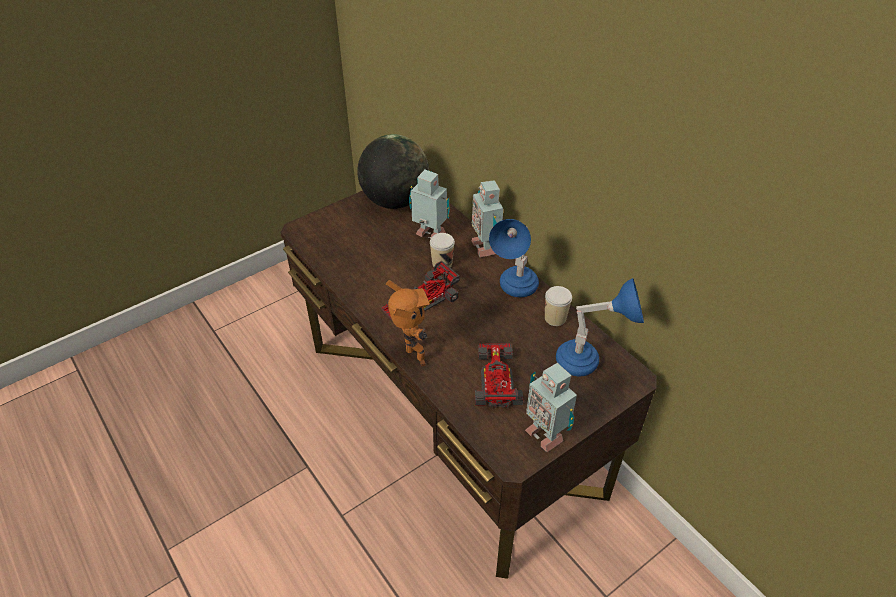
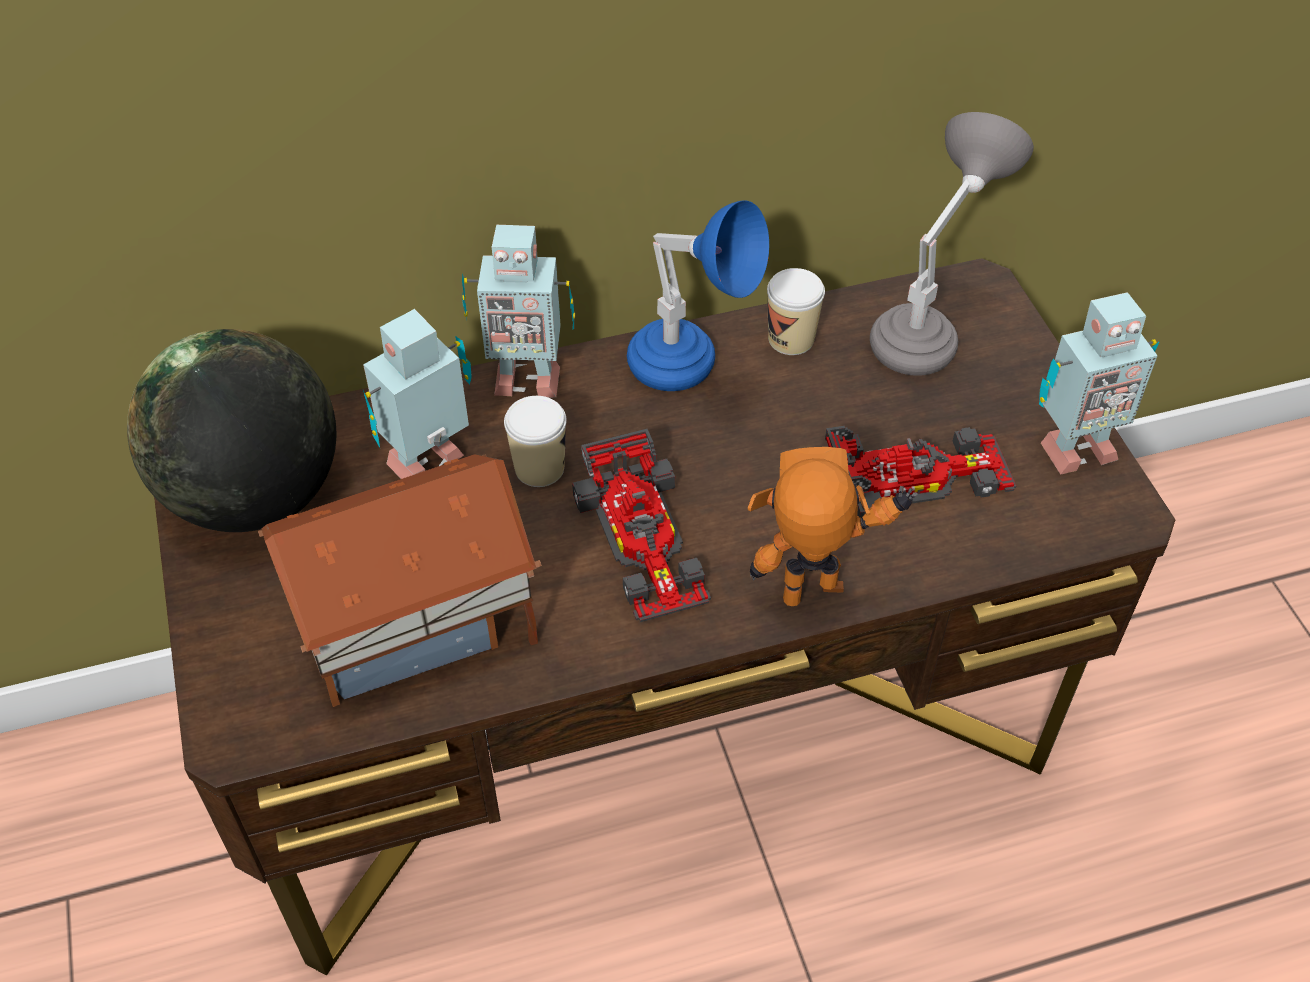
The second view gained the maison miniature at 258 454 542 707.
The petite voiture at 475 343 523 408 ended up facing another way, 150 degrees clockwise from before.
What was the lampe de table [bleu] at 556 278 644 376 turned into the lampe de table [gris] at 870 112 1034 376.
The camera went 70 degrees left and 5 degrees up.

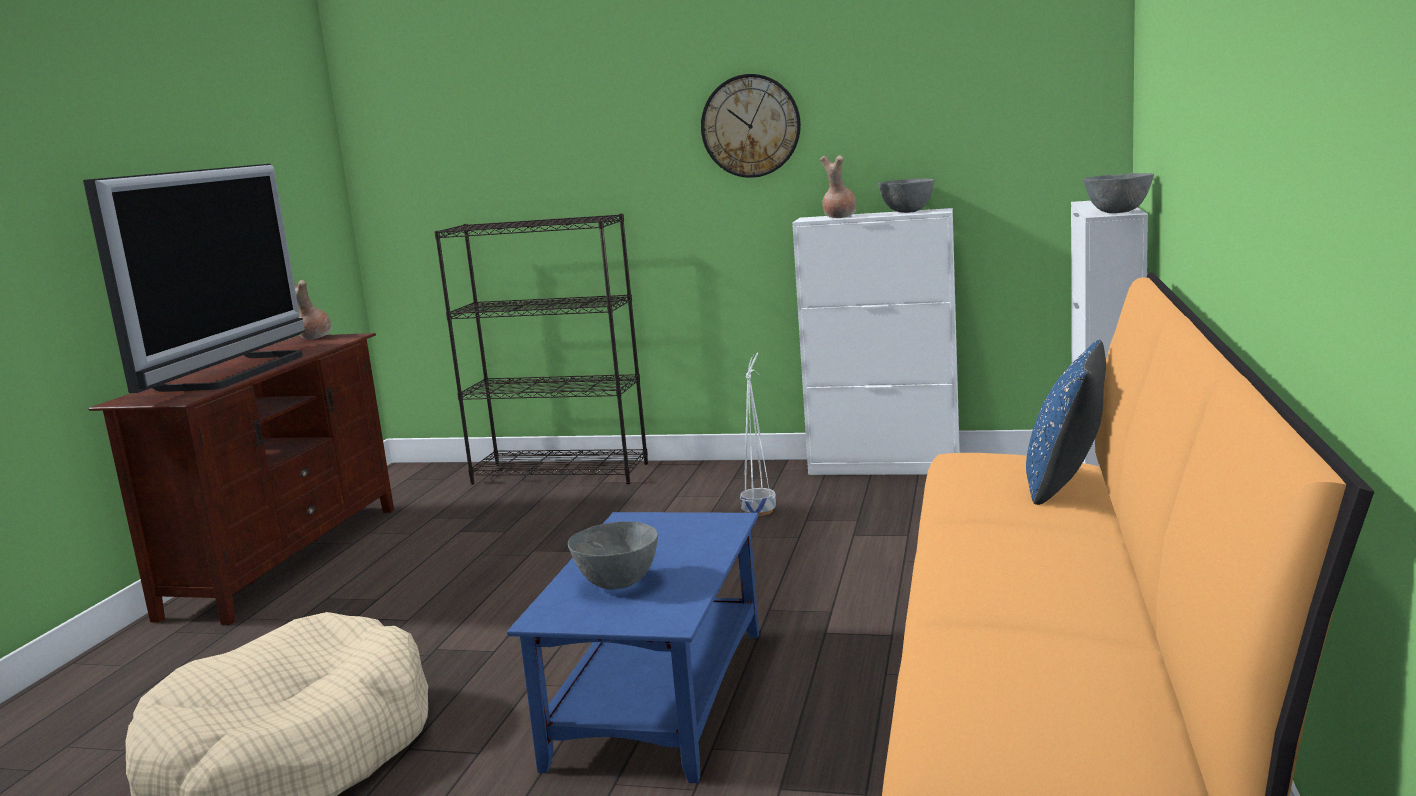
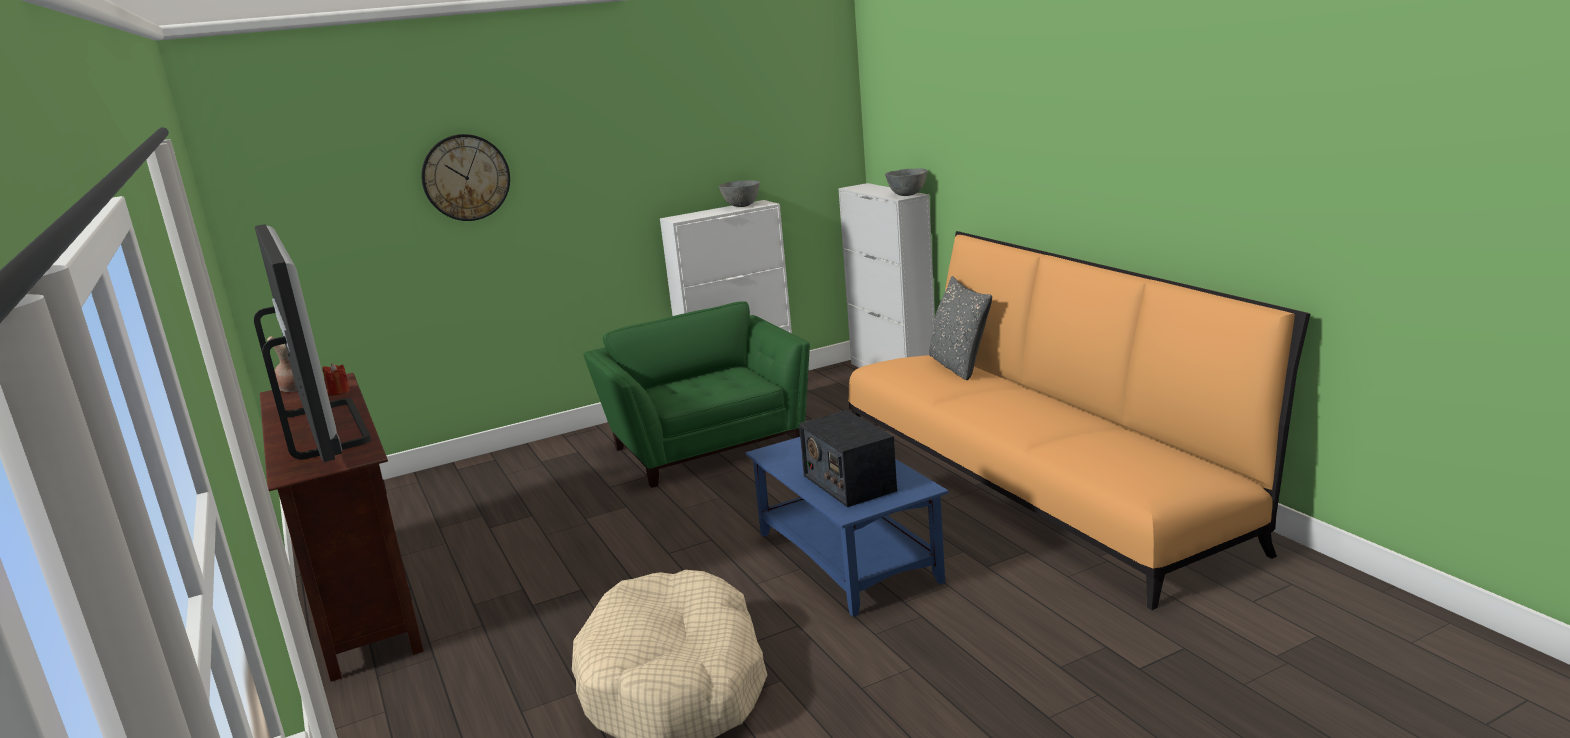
The second view gained the bougie [rouge] at 322 363 350 395.
The horloge murale ended up elsewhere, having gone from 701 74 801 178 to 421 134 510 221.
Where the cache-pot [blanc] stood at 740 353 776 516, the fauteuil [vert] came to stand at 583 301 810 488.
Where the bol [gris] stood at 568 522 658 590, the radio came to stand at 799 410 897 507.
What was the coussin [bleu] at 1026 340 1106 505 turned into the coussin [gris] at 929 276 992 380.
The second view lost the bibliothèque [noir] at 434 214 648 485.
The second view lost the vase [marron] at 820 155 856 218.
The camera went 40 degrees left and 5 degrees up.

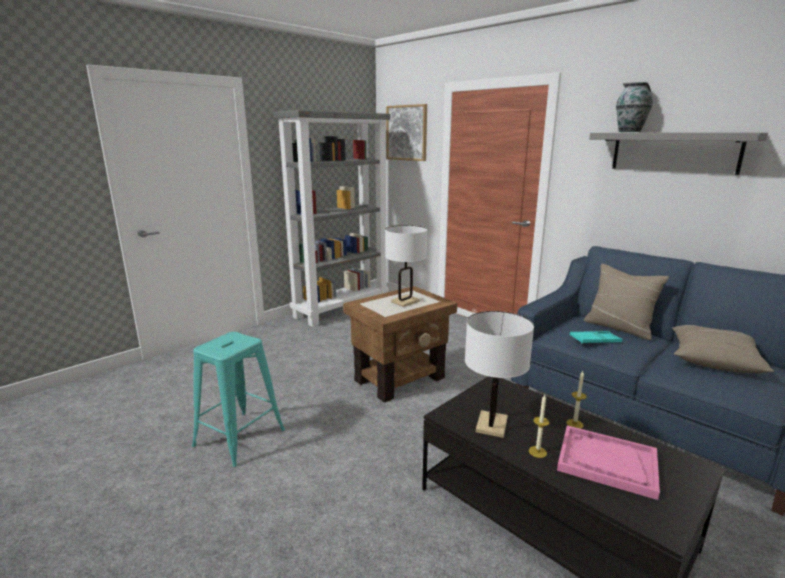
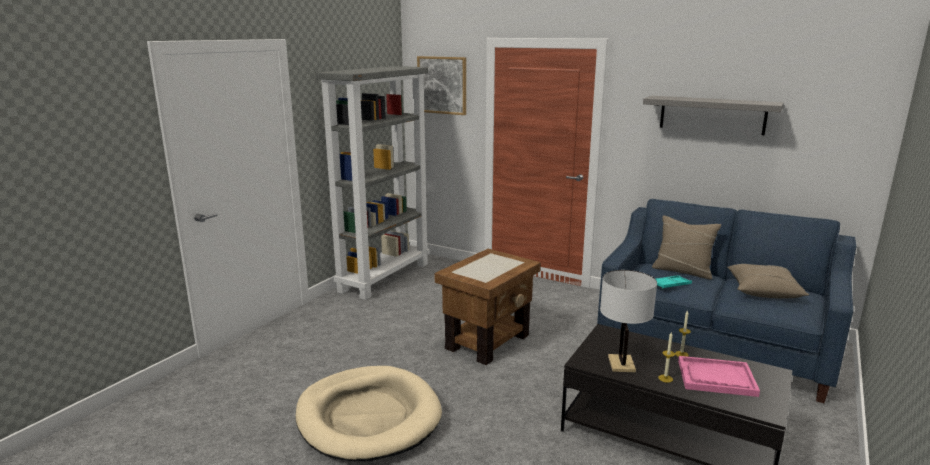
Where the tabouret [turquoise] stood at 192 332 285 467, the panier pour chien [beige] came to stand at 295 366 442 461.
The second view lost the lampe de table [blanc] at 385 225 427 307.
The second view lost the vase at 616 82 653 132.
The camera went 15 degrees left and 0 degrees up.

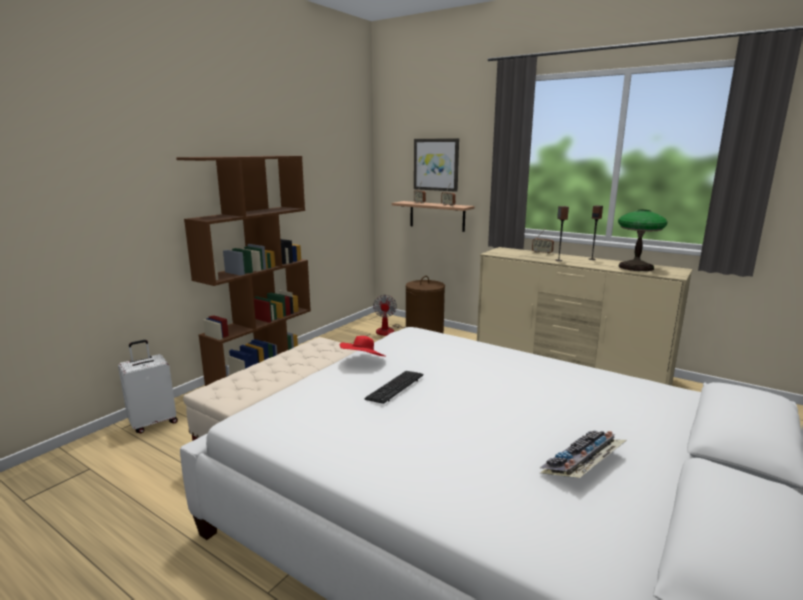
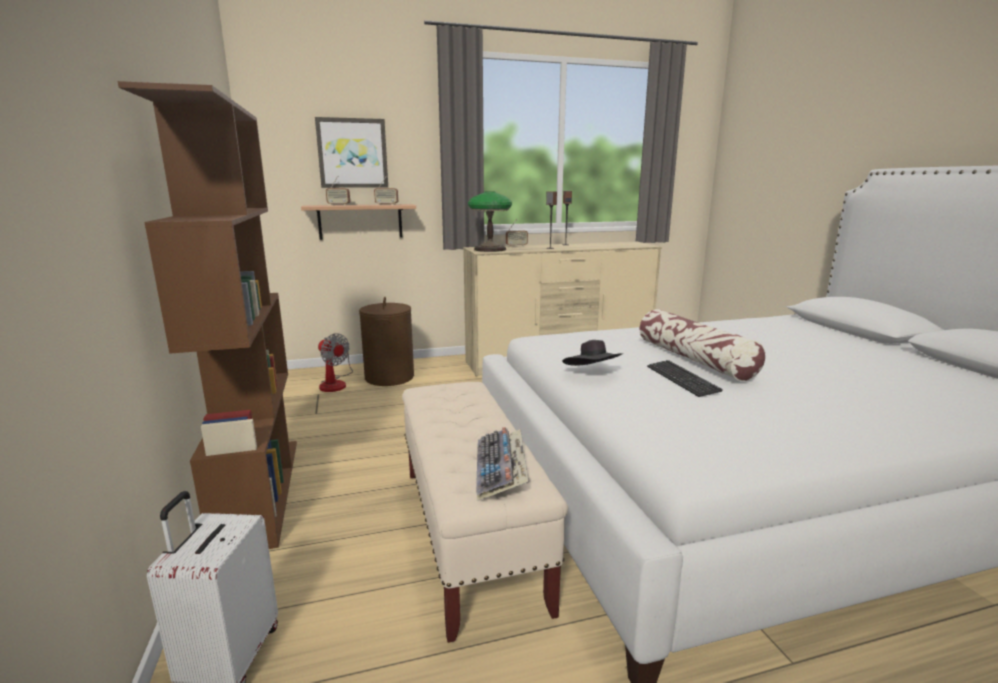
The lampe de table ended up elsewhere, having gone from 618 210 667 271 to 468 192 512 252.
The clavier ended up elsewhere, having gone from 540 431 627 478 to 476 427 528 501.
What was the chapeau [rouge] at 340 336 385 356 turned into the chapeau [noir] at 562 340 623 366.
The second view gained the coussin at 640 309 765 381.
The camera went 50 degrees left and 0 degrees up.

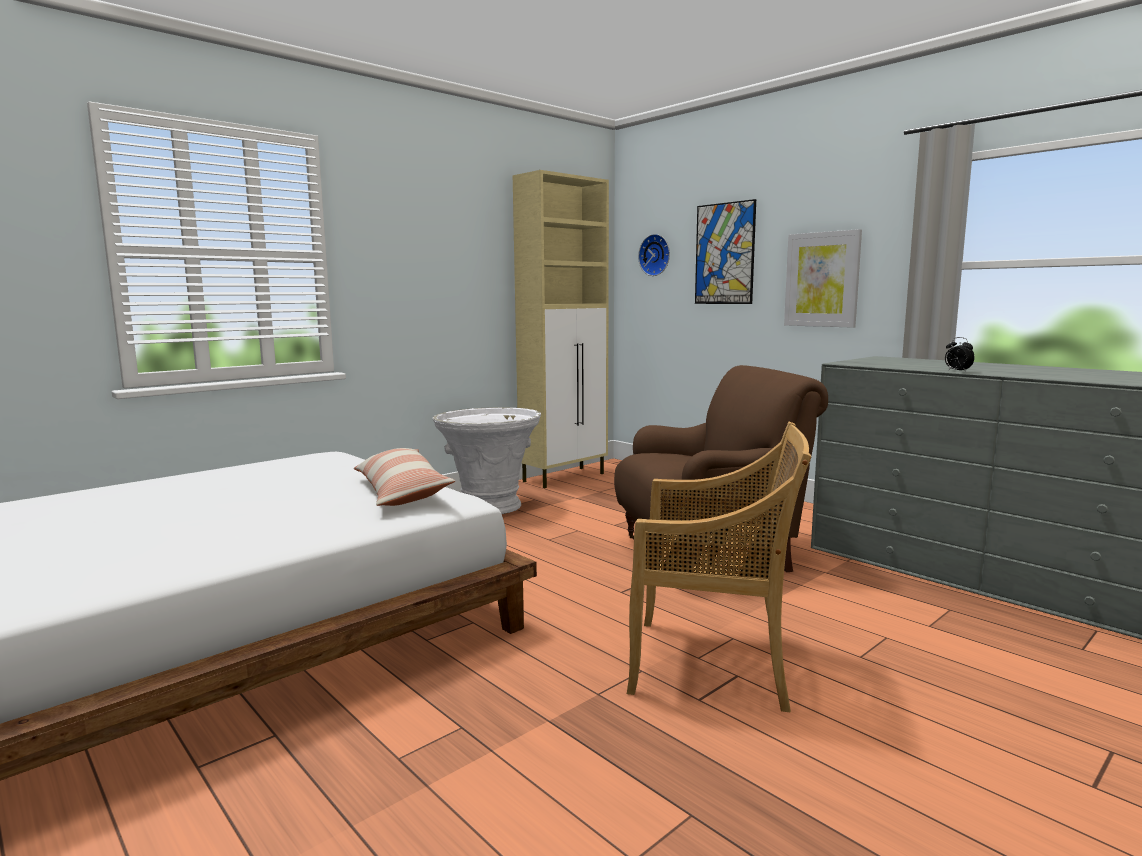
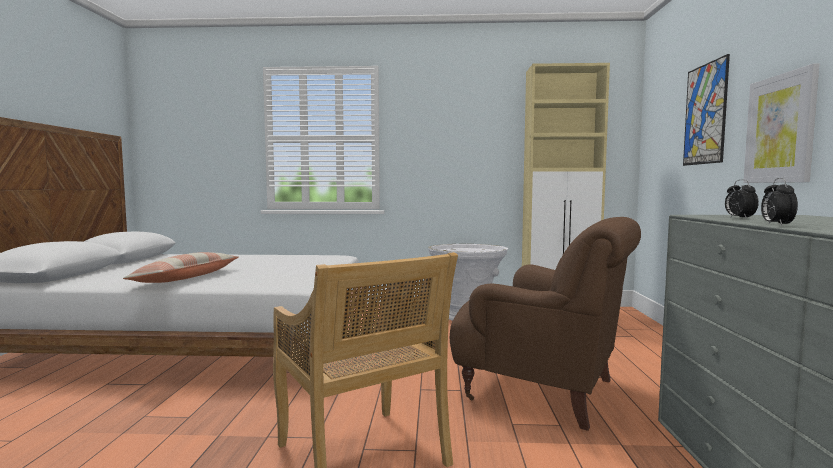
The coussin ended up elsewhere, having gone from 354 448 455 506 to 123 252 238 283.
The second view gained the réveil at 725 180 759 219.
The second view lost the horloge murale at 638 234 670 276.
The camera went 45 degrees right and 5 degrees down.

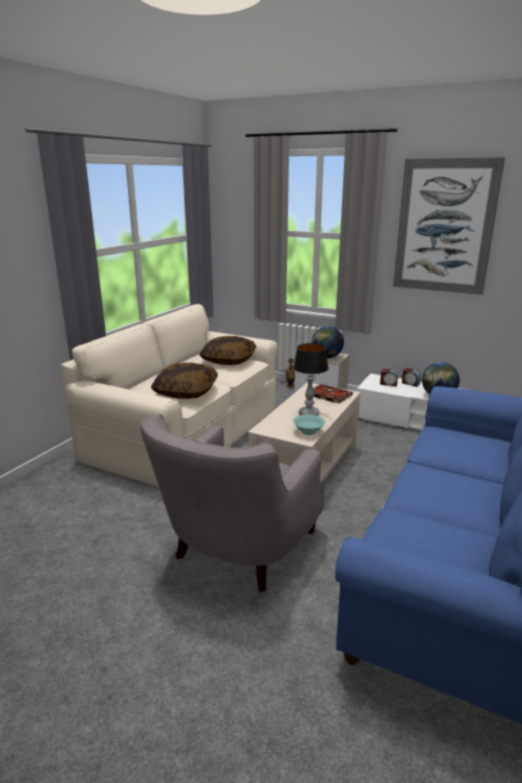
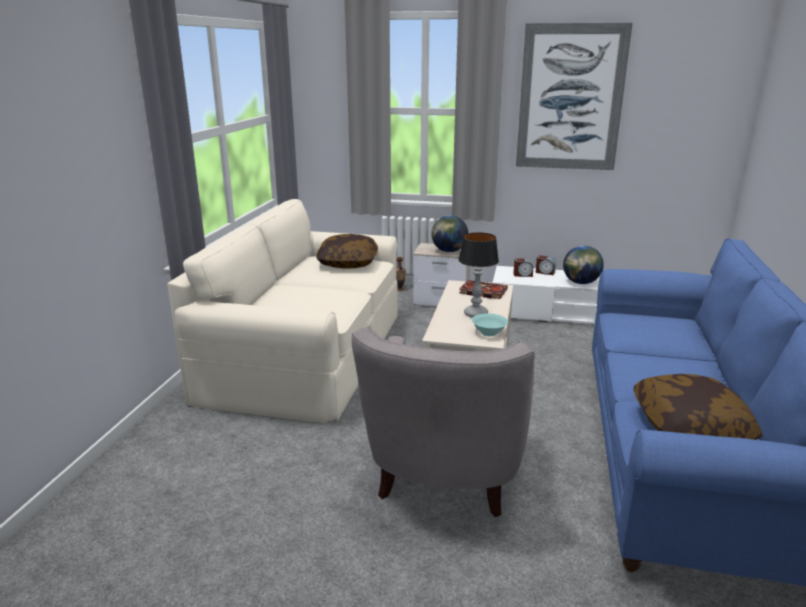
The coussin ended up elsewhere, having gone from 151 363 218 399 to 634 374 763 440.
The camera went 15 degrees left and 0 degrees up.

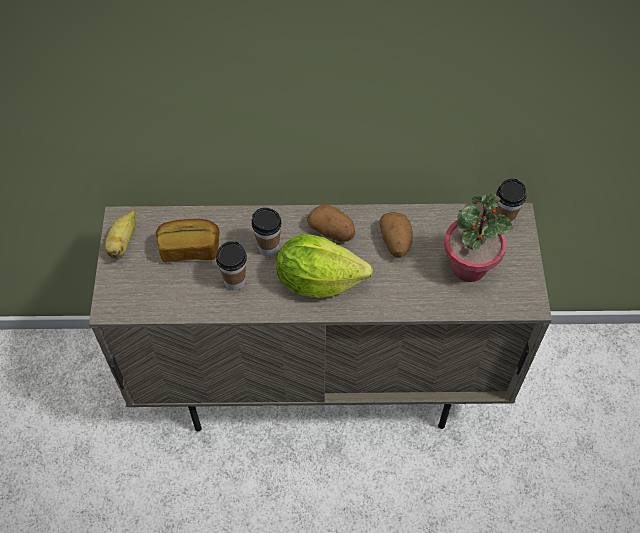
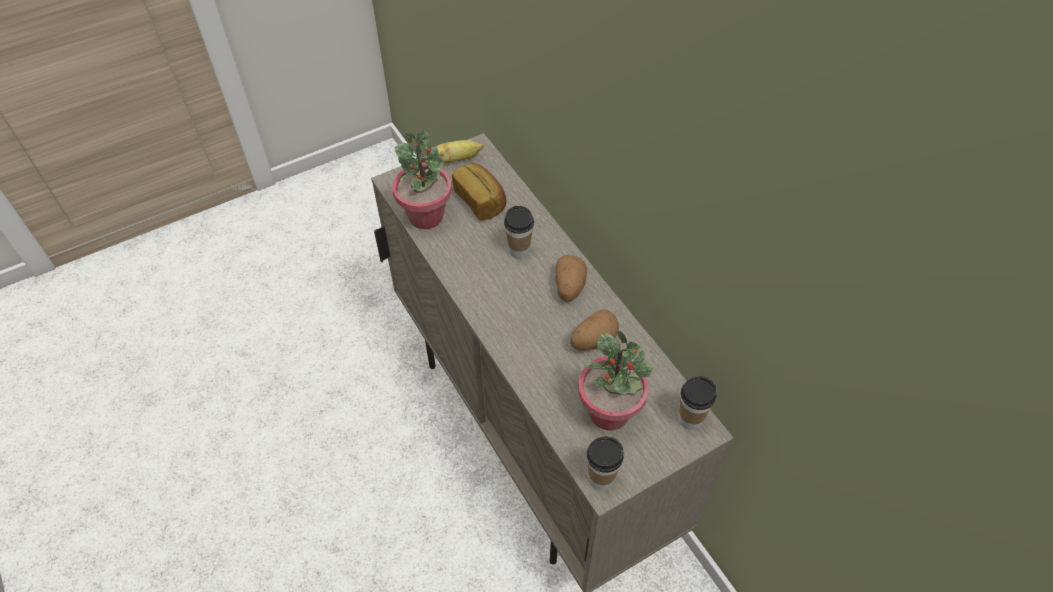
The second view gained the plante en pot at 393 130 452 229.
The tasse ended up elsewhere, having gone from 216 241 247 290 to 587 437 624 490.
The second view lost the laitue at 276 234 373 298.
The camera went 60 degrees right and 5 degrees down.

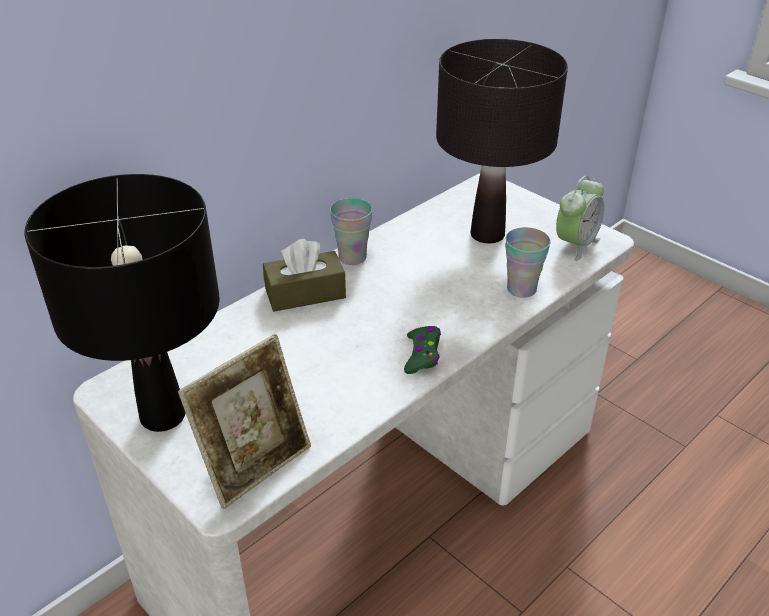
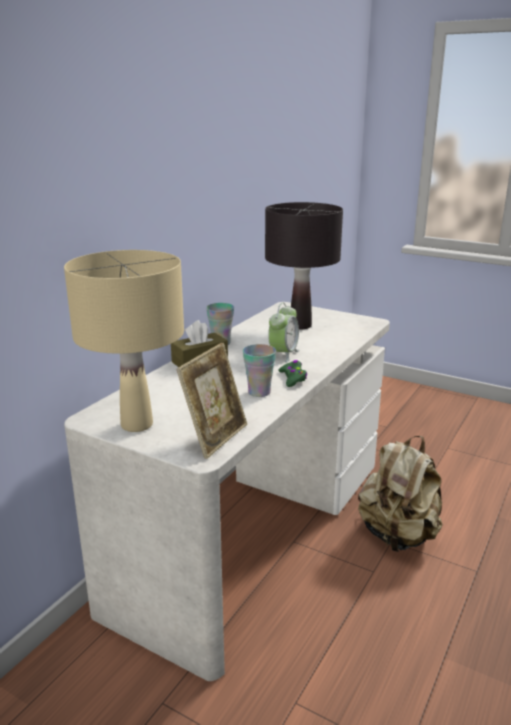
What was the lampe de table [noir] at 25 174 220 432 turned into the lampe de table [beige] at 64 250 184 432.
The tasse ended up elsewhere, having gone from 506 227 551 298 to 243 344 276 397.
The réveil ended up elsewhere, having gone from 556 176 604 261 to 268 303 299 363.
The second view gained the sac à dos [beige] at 358 436 442 552.
The camera went 15 degrees left and 15 degrees down.

